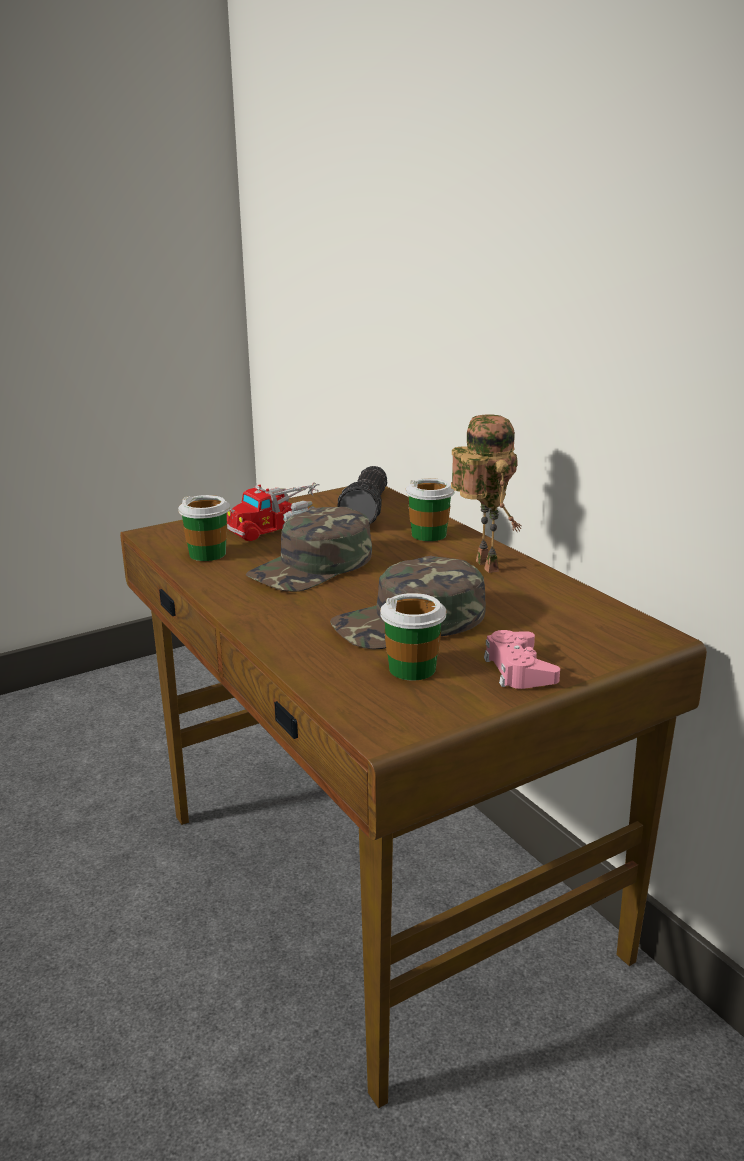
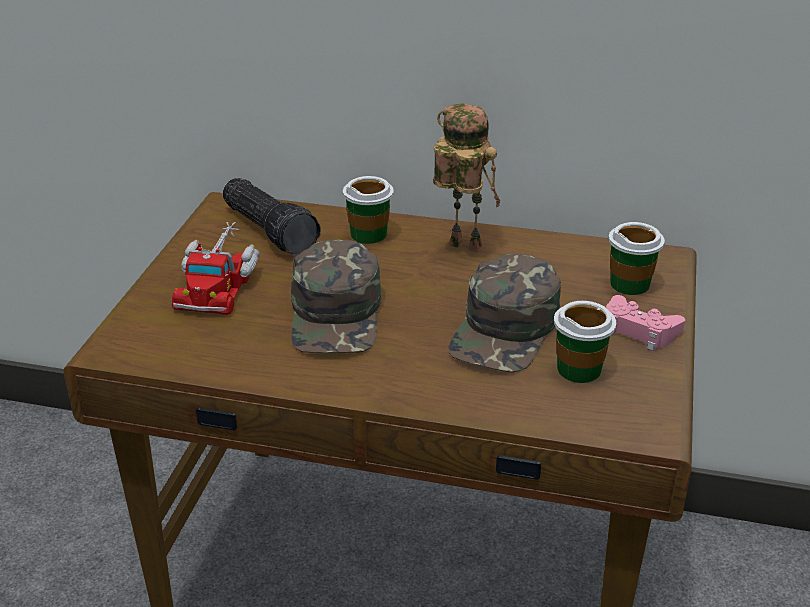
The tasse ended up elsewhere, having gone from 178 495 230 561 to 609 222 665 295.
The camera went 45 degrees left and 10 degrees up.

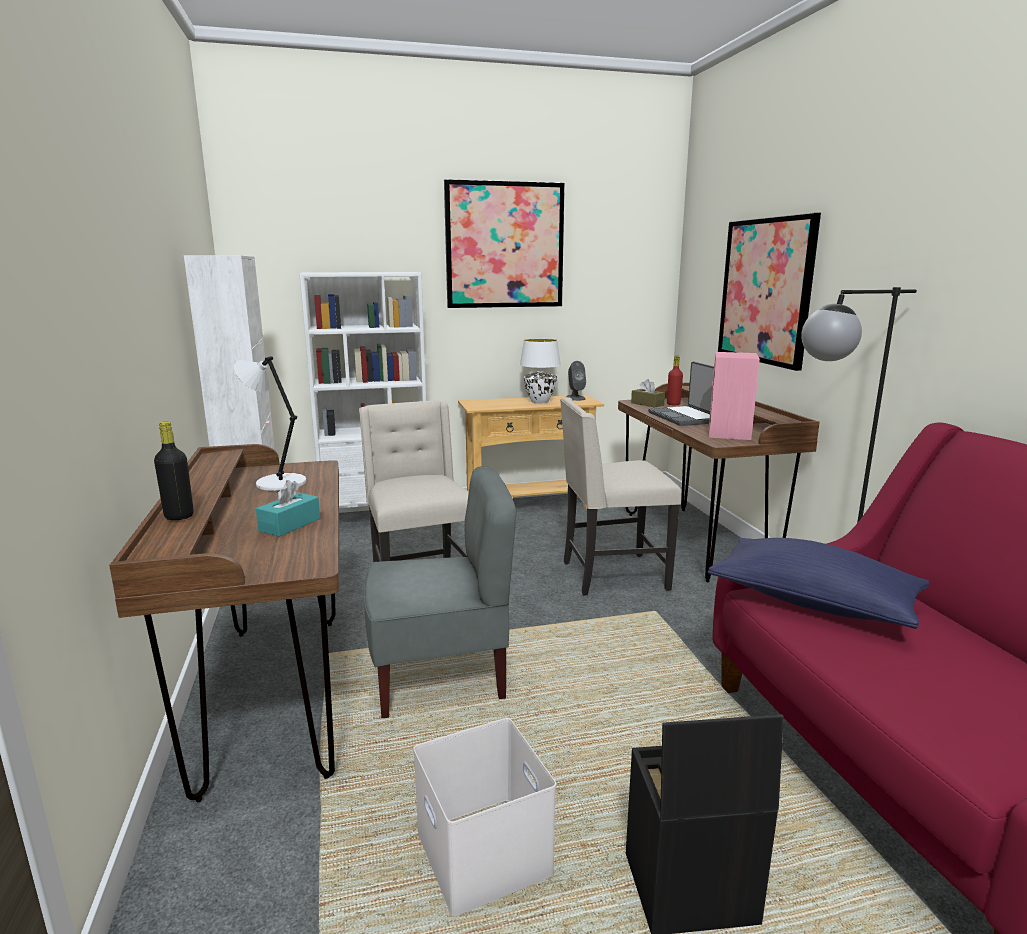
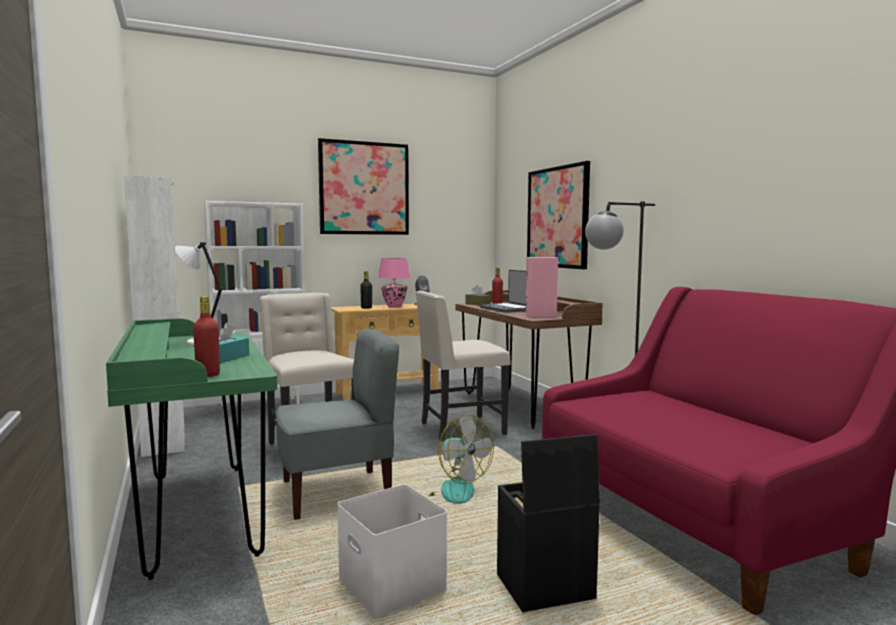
What was the bureau [marron] at 109 444 340 802 turned into the bureau [vert] at 106 318 278 580.
The second view gained the bouteille [rouge] at 193 296 220 377.
The bouteille [noir] ended up elsewhere, having gone from 154 422 194 520 to 360 271 372 309.
What was the lampe de table [blanc] at 520 338 561 403 turned into the lampe de table [rose] at 378 258 410 307.
The second view gained the ventilateur at 427 414 494 504.
The second view lost the coussin [bleu] at 708 538 930 629.
The camera went 10 degrees left and 10 degrees down.

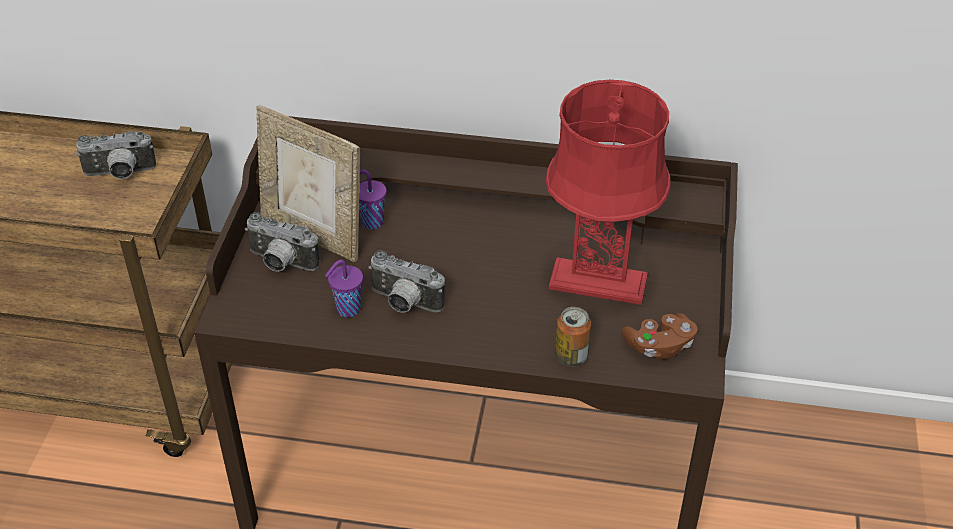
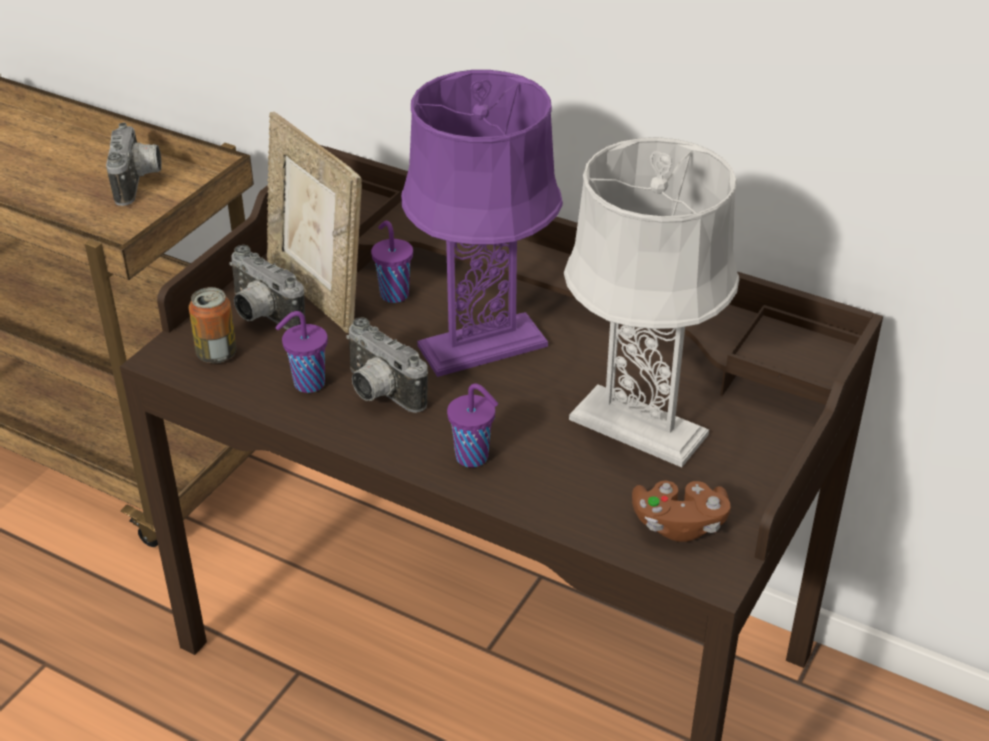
The appareil photo at 76 131 156 179 ended up facing another way, 105 degrees counterclockwise from before.
The boîte métallique ended up elsewhere, having gone from 555 307 591 366 to 189 287 237 363.
The second view gained the lampe de table [violet] at 401 70 563 377.
The second view gained the tasse [violet] at 447 383 498 467.
What was the lampe de table [rouge] at 546 80 671 305 turned into the lampe de table [gris] at 564 137 739 467.
The camera went 20 degrees right and 5 degrees down.

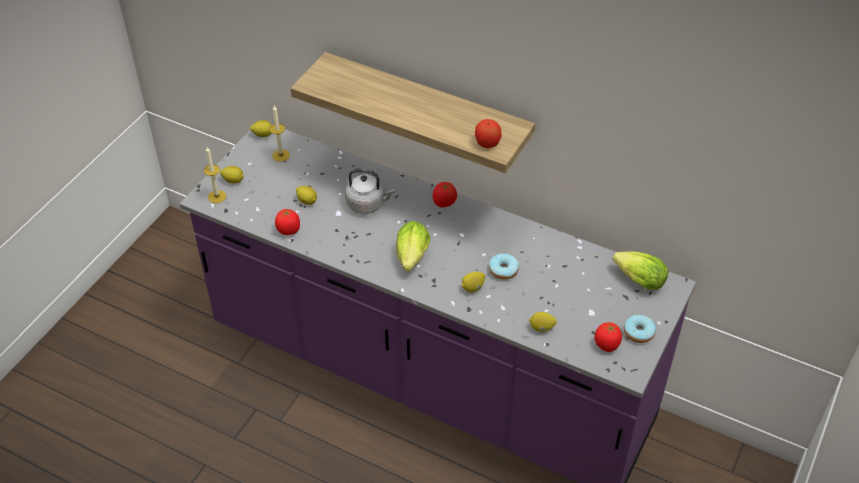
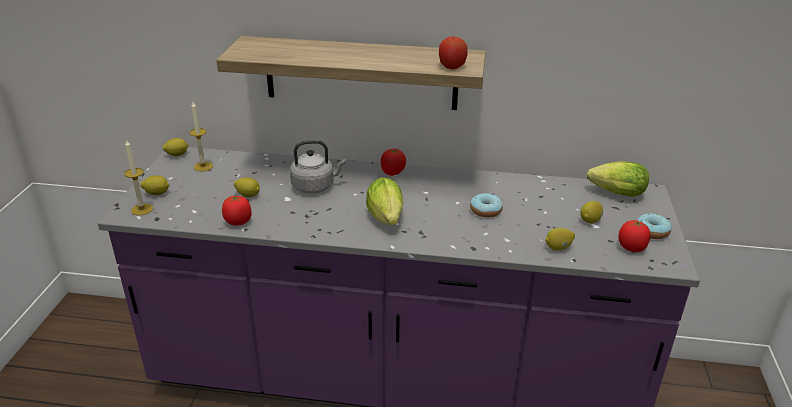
The citron ended up elsewhere, having gone from 462 272 485 292 to 580 201 603 223.
The camera went 20 degrees left and 15 degrees down.

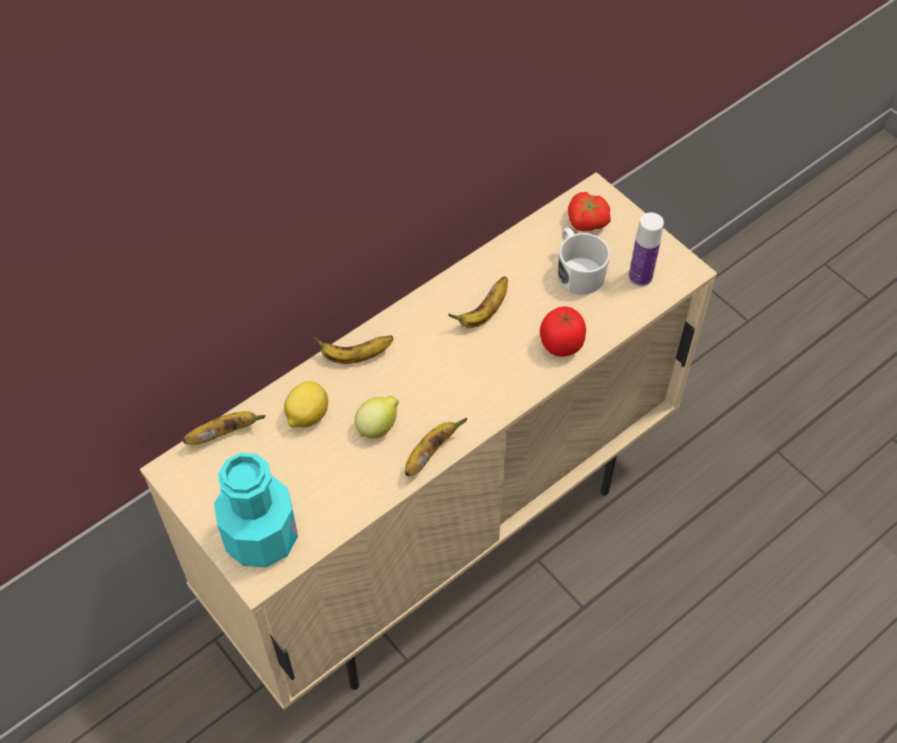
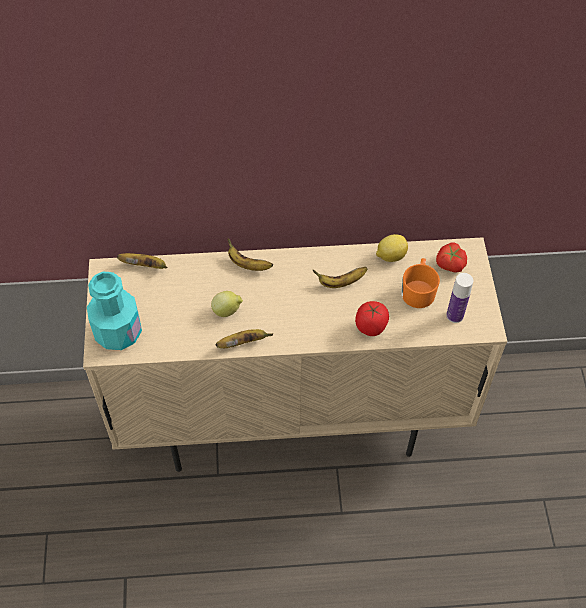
The citron ended up elsewhere, having gone from 284 381 328 427 to 376 234 408 262.
What was the mug [blanc] at 558 228 610 295 turned into the mug [orange] at 401 258 440 308.
The camera went 35 degrees right and 0 degrees up.

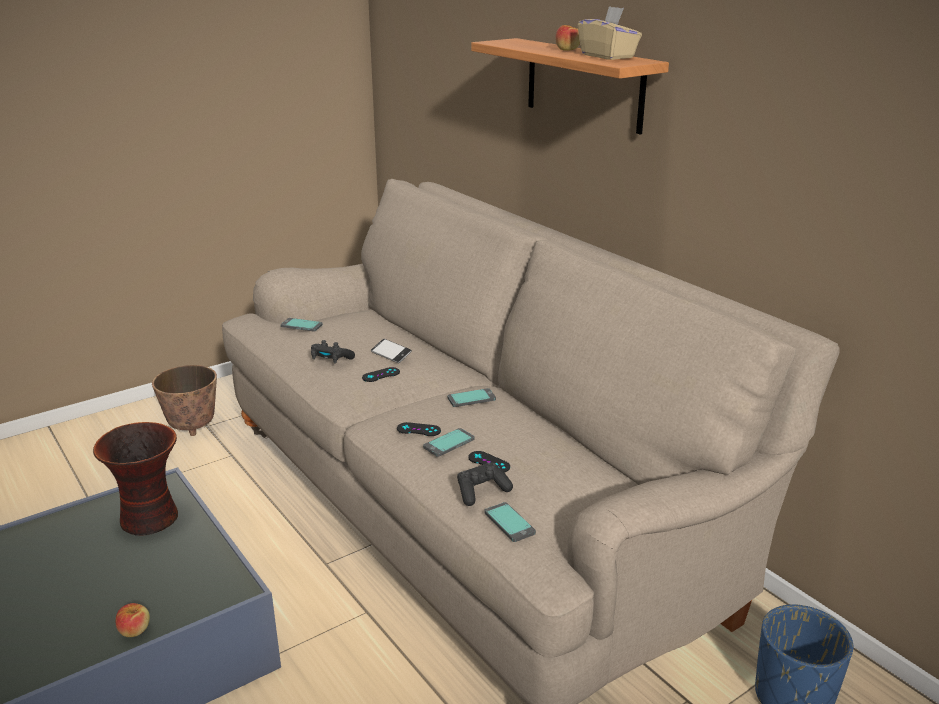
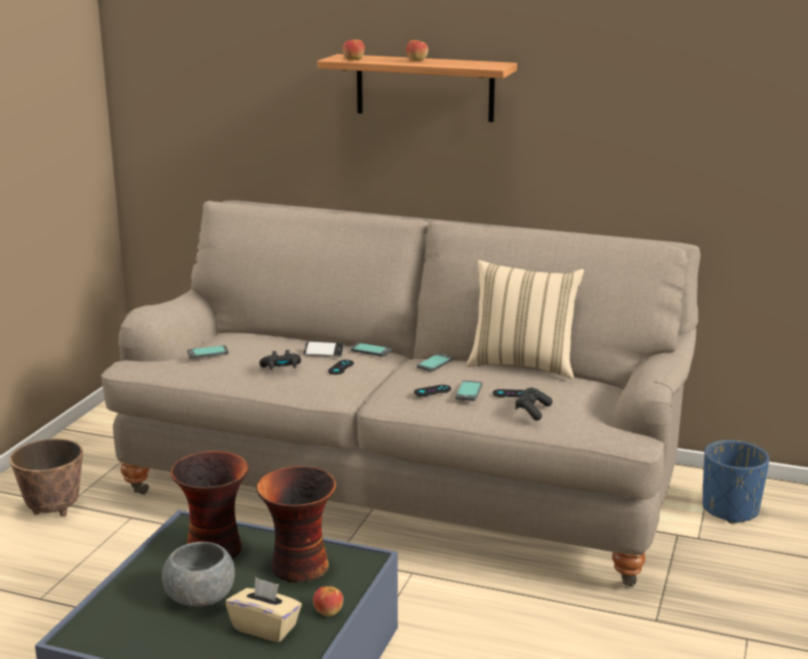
The second view gained the bol [gris] at 162 542 235 607.
The boîte à mouchoirs [beige] ended up elsewhere, having gone from 578 6 642 60 to 226 577 302 642.
The second view gained the vase at 256 466 336 583.
The second view gained the pomme at 342 39 365 60.
The téléphone ended up elsewhere, having gone from 484 502 536 542 to 350 343 392 357.
The second view gained the coussin [beige] at 466 260 584 379.
The camera went 35 degrees left and 5 degrees down.

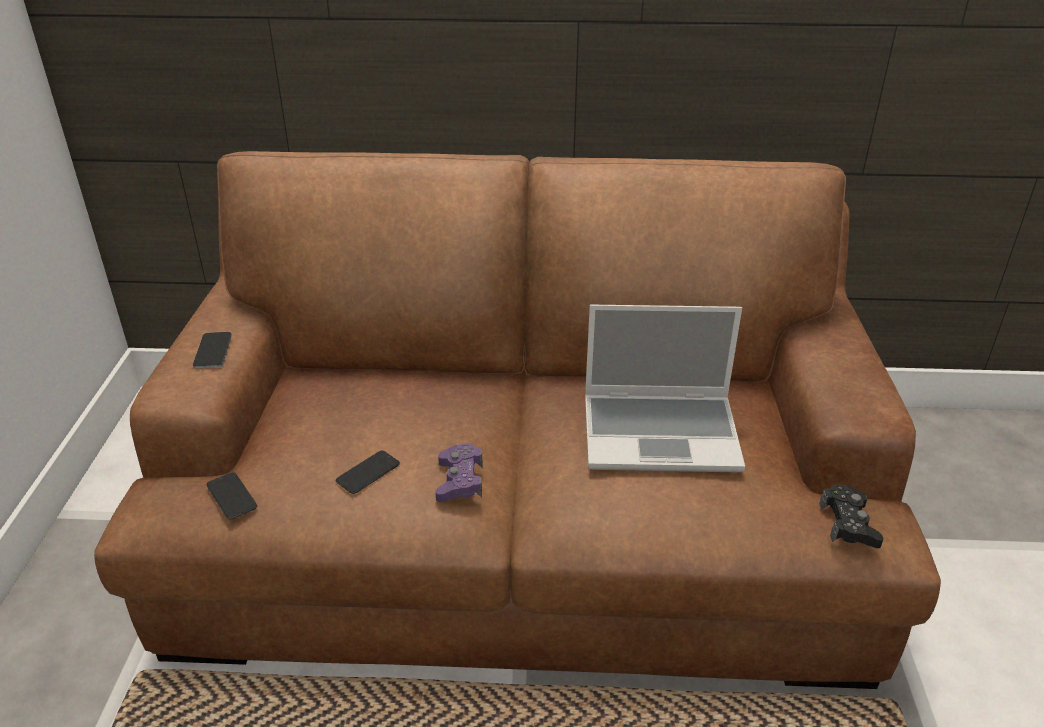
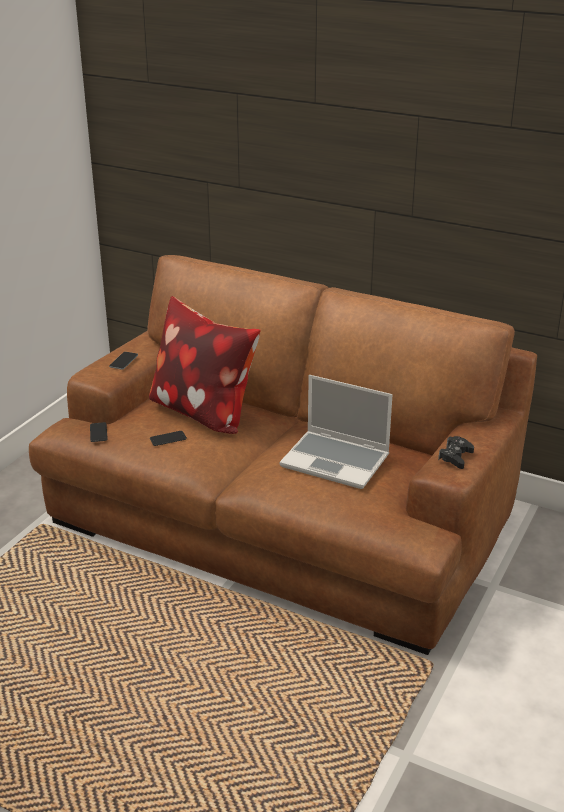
The second view gained the coussin at 149 296 260 434.
The manette [noir] ended up elsewhere, having gone from 819 485 884 548 to 438 436 474 469.
The second view lost the manette [violet] at 436 444 483 502.
The camera went 25 degrees right and 5 degrees down.

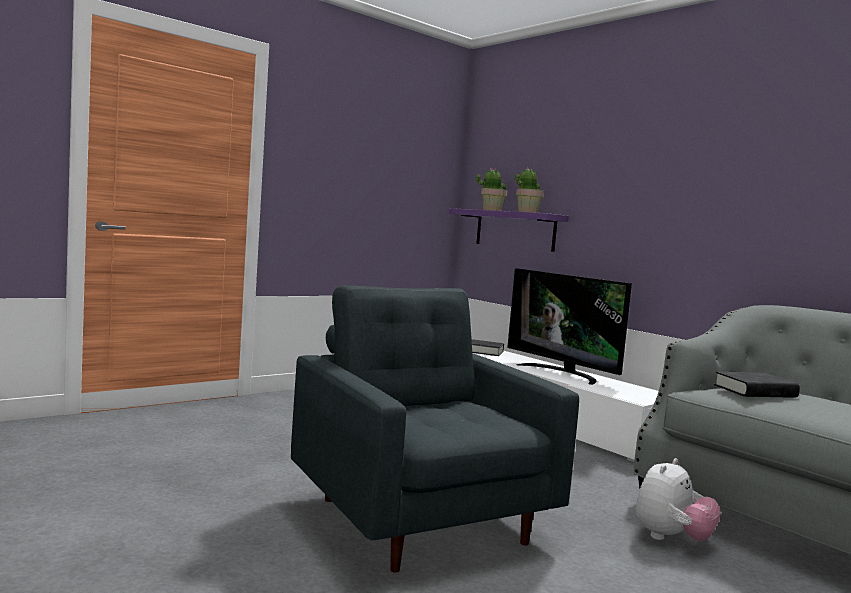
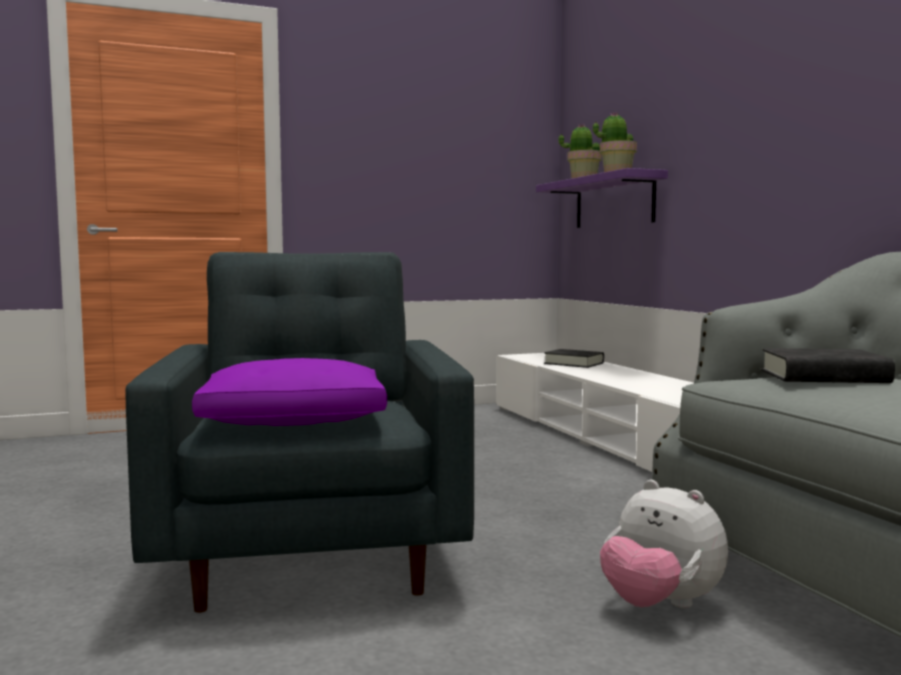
The second view gained the coussin [violet] at 192 358 387 426.
The peluche at 636 458 721 541 ended up facing another way, 75 degrees clockwise from before.
The second view lost the téléviseur at 507 268 632 385.
The camera went 20 degrees right and 0 degrees up.

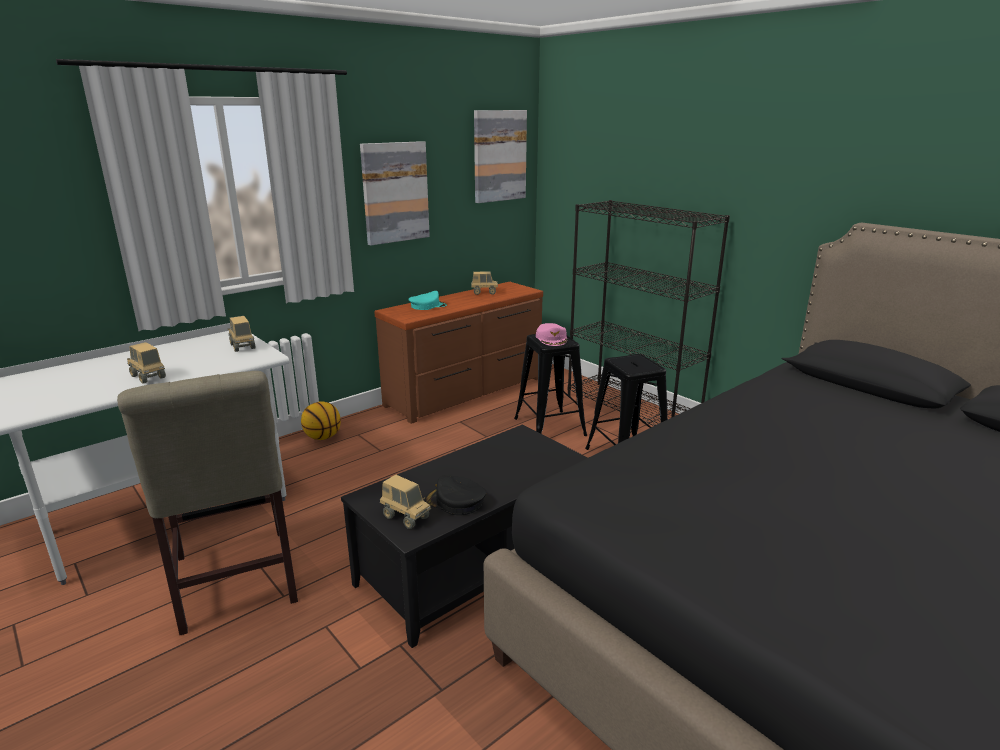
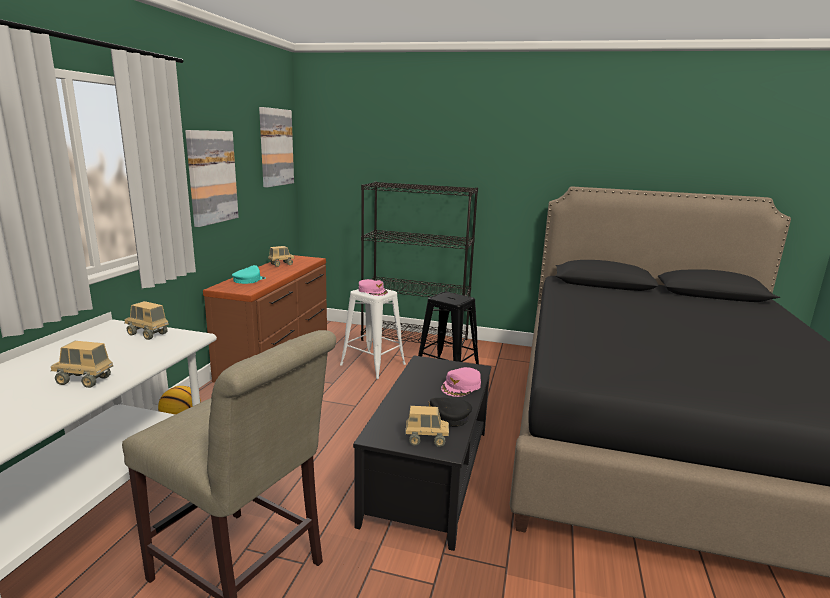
What was the tabouret [noir] at 514 334 587 436 turned into the tabouret [blanc] at 340 289 406 379.
The second view gained the casquette [rose] at 441 367 481 397.
The camera went 35 degrees left and 5 degrees down.

